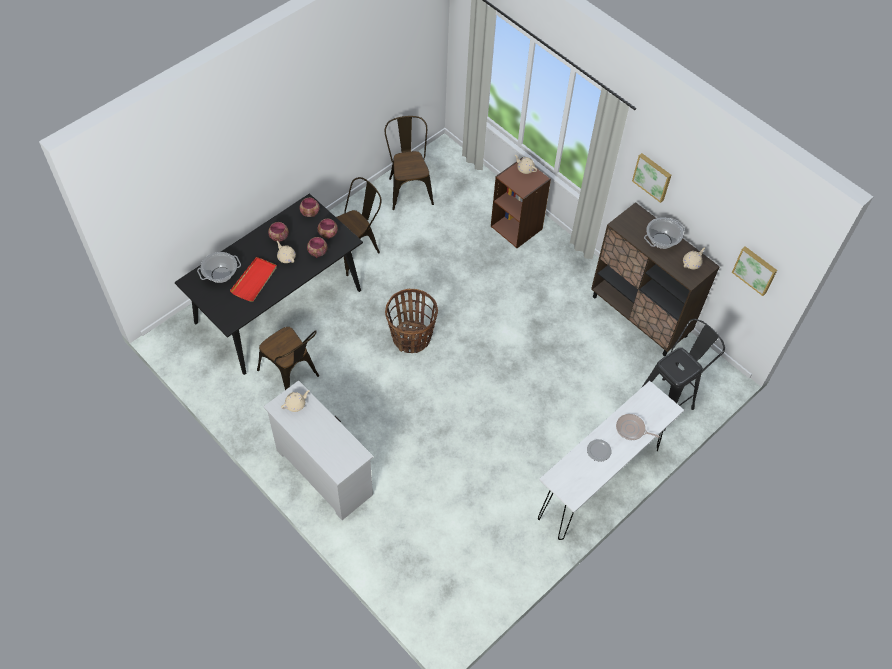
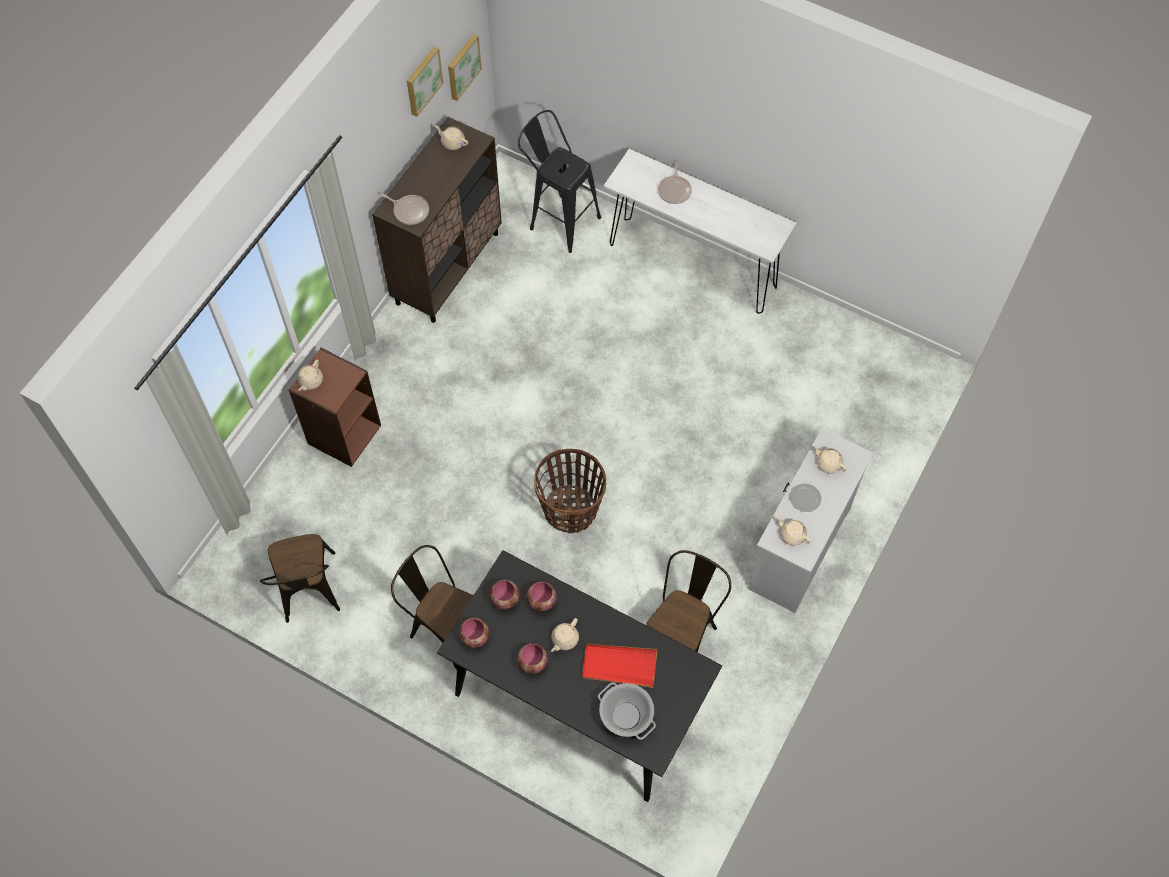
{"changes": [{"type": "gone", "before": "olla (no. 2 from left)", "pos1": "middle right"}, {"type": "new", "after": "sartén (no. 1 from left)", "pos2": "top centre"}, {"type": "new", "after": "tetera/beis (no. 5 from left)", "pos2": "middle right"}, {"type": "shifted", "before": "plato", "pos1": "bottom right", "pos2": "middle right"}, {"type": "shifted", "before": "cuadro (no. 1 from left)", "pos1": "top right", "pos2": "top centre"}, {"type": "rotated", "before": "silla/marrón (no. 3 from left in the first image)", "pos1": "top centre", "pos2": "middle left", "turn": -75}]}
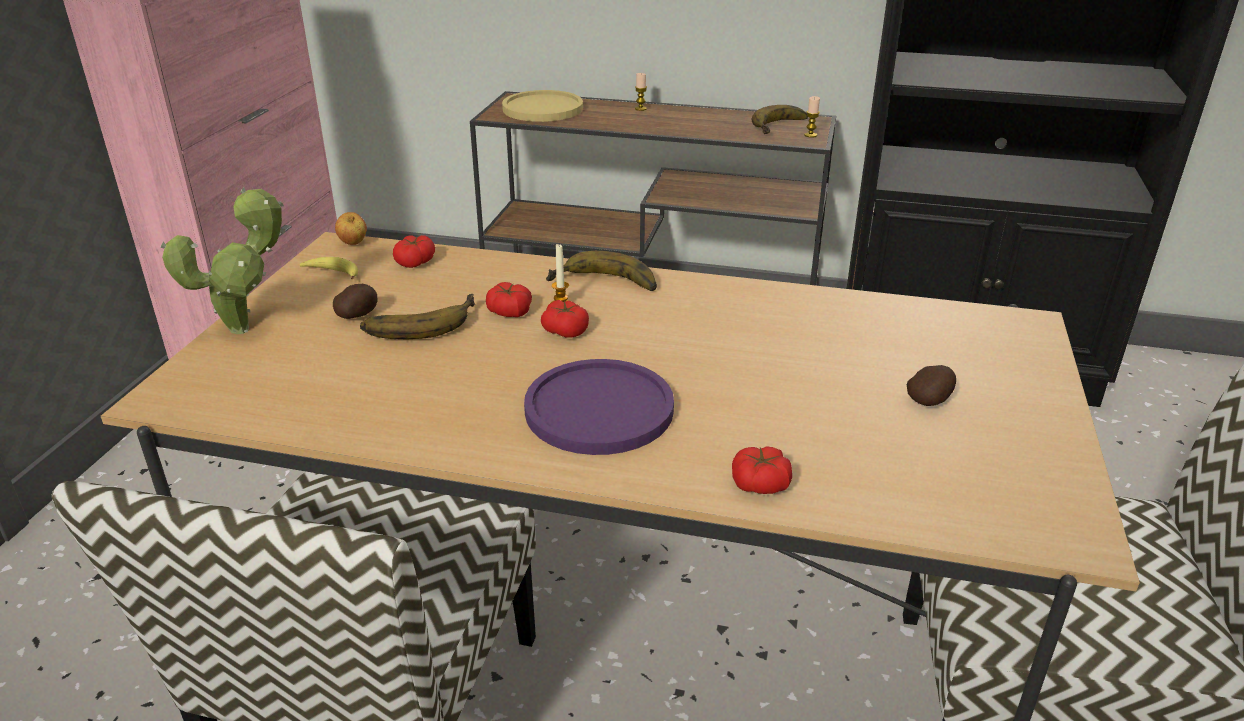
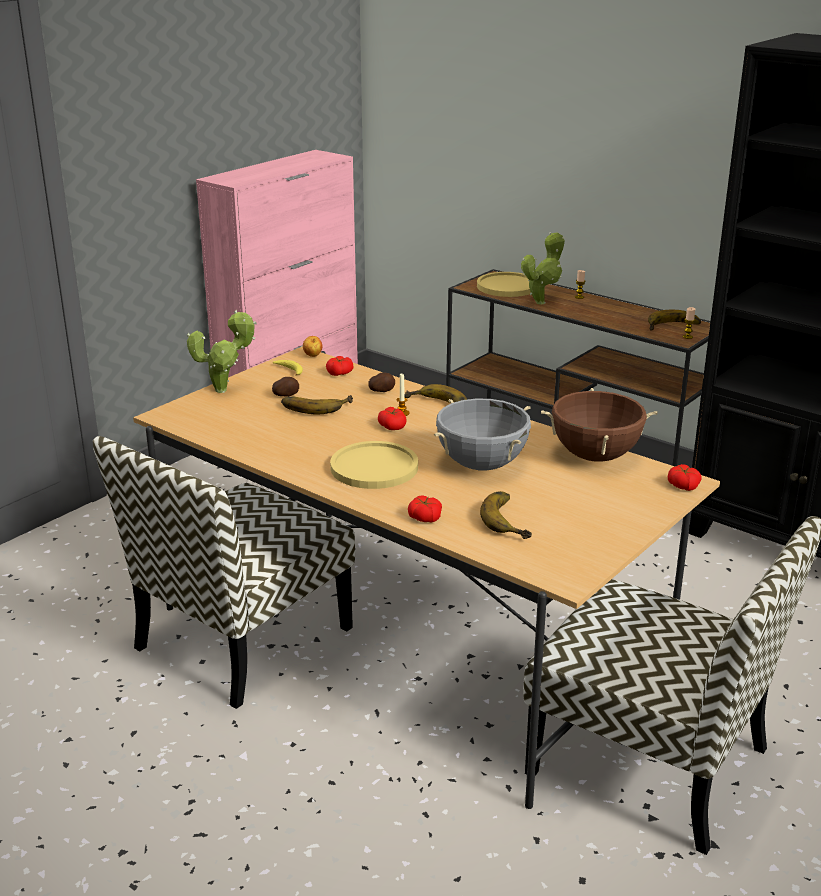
{"changes": [{"type": "new", "after": "olla/gris", "pos2": "centre"}, {"type": "new", "after": "plátano (no. 4 from left)", "pos2": "centre"}, {"type": "new", "after": "planta en maceta (no. 2 from left)", "pos2": "top centre"}, {"type": "new", "after": "olla/marrón", "pos2": "middle right"}, {"type": "shifted", "before": "tomate (no. 2 from left in the first image)", "after": "tomate (no. 4 from left)", "pos1": "centre", "pos2": "middle right"}, {"type": "shifted", "before": "patata (no. 2 from left)", "pos1": "middle right", "pos2": "centre"}, {"type": "repainted", "before": "plato/morado", "after": "plato/amarillo (no. 1 from left)", "pos1": "centre", "pos2": "centre"}]}
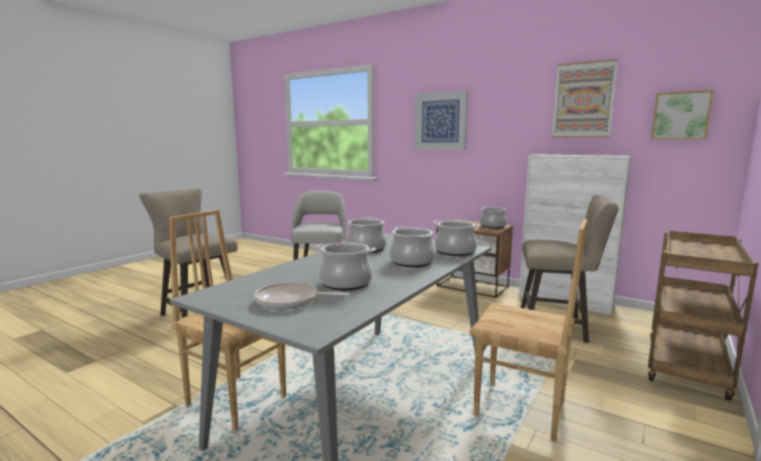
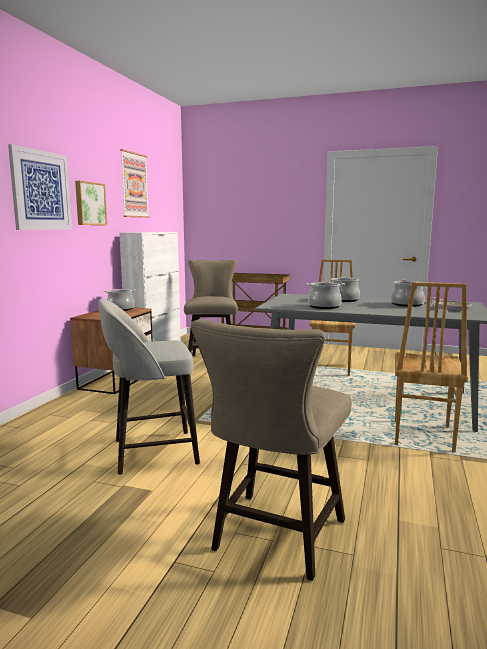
{"changes": [{"type": "gone", "before": "olla (no. 4 from left)", "pos1": "centre"}, {"type": "shifted", "before": "cuadro (no. 3 from left in the first image)", "after": "cuadro (no. 2 from left)", "pos1": "top right", "pos2": "top left"}]}
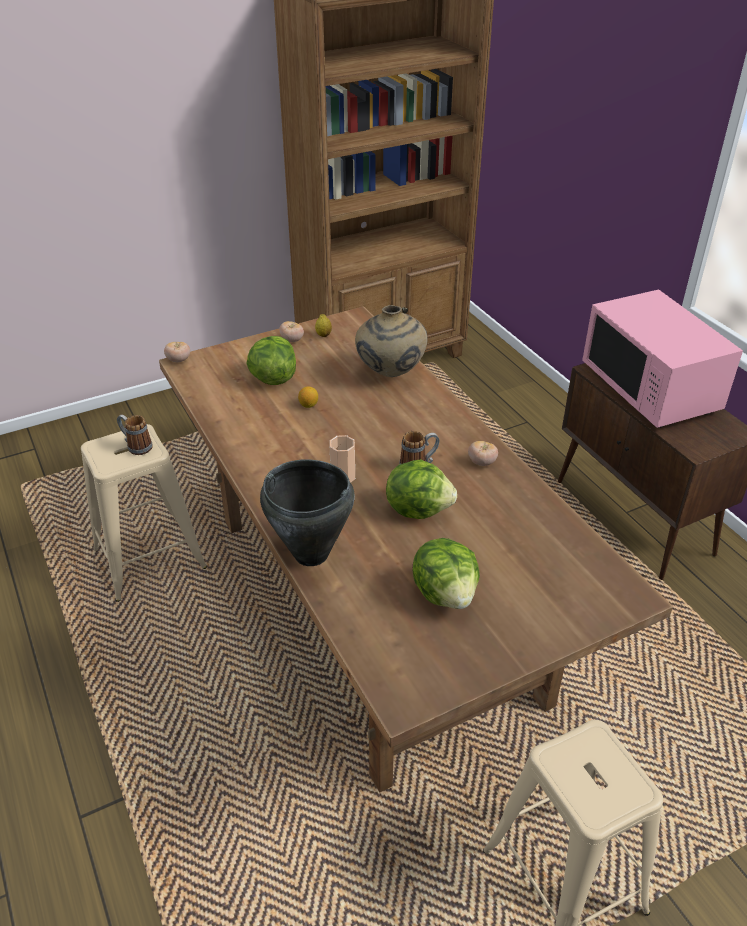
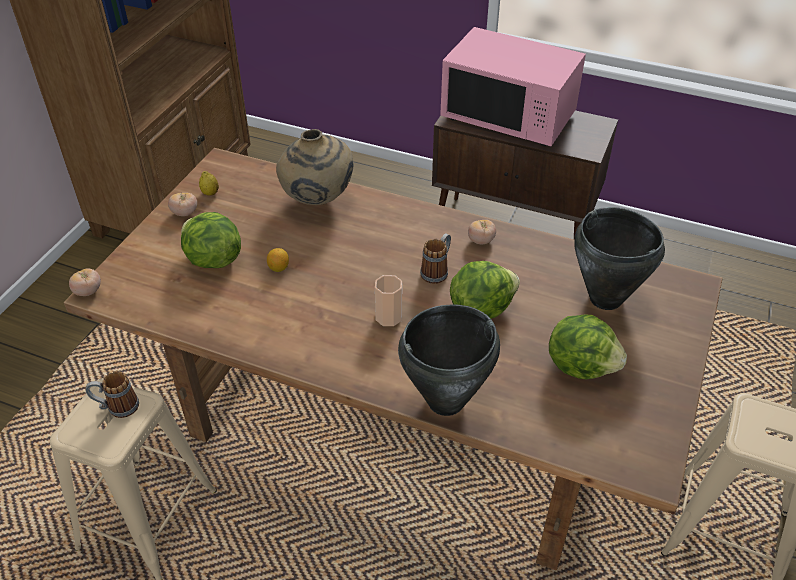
{"changes": [{"type": "new", "after": "olla/negro (no. 2 from left)", "pos2": "middle right"}]}
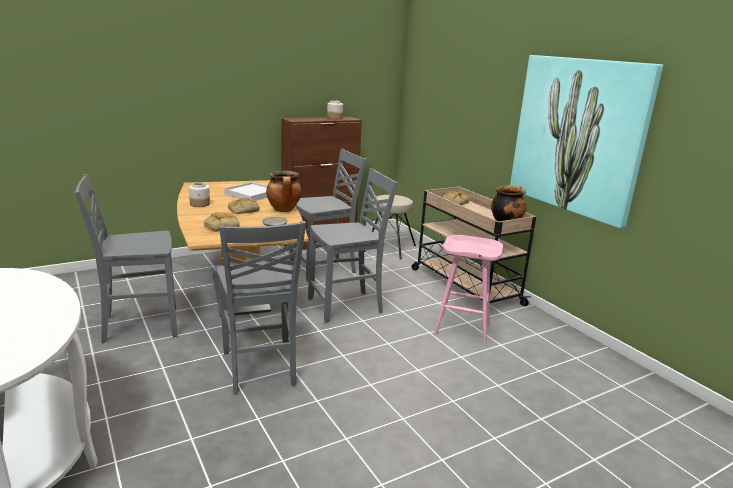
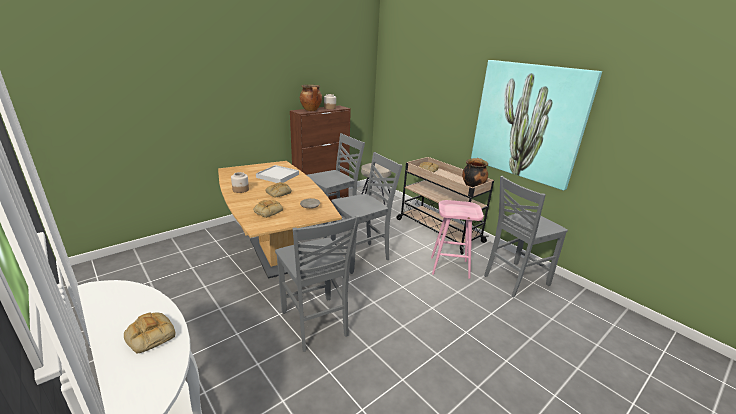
{"changes": [{"type": "new", "after": "pan (no. 1 from left)", "pos2": "bottom left"}, {"type": "shifted", "before": "silla/gris (no. 1 from left in the first image)", "after": "silla/gris (no. 4 from left)", "pos1": "middle left", "pos2": "middle right"}, {"type": "shifted", "before": "olla (no. 1 from left)", "pos1": "centre", "pos2": "top centre"}]}
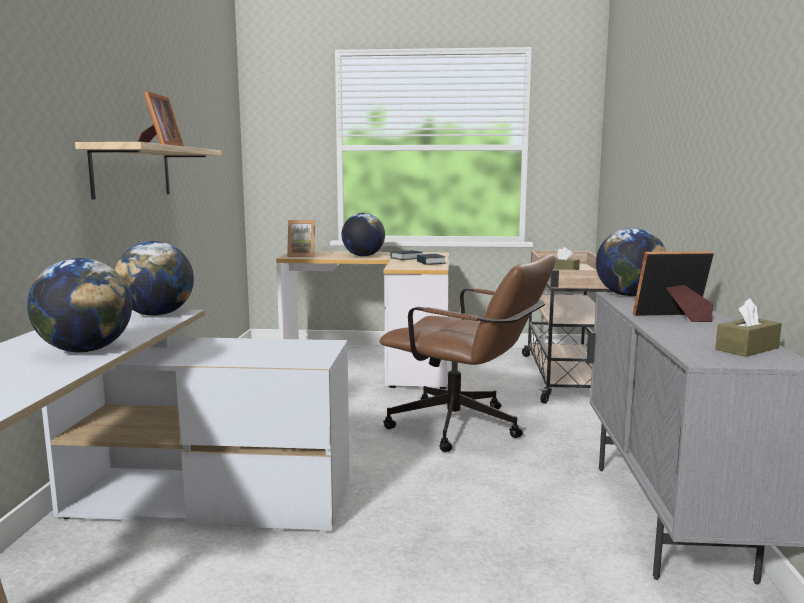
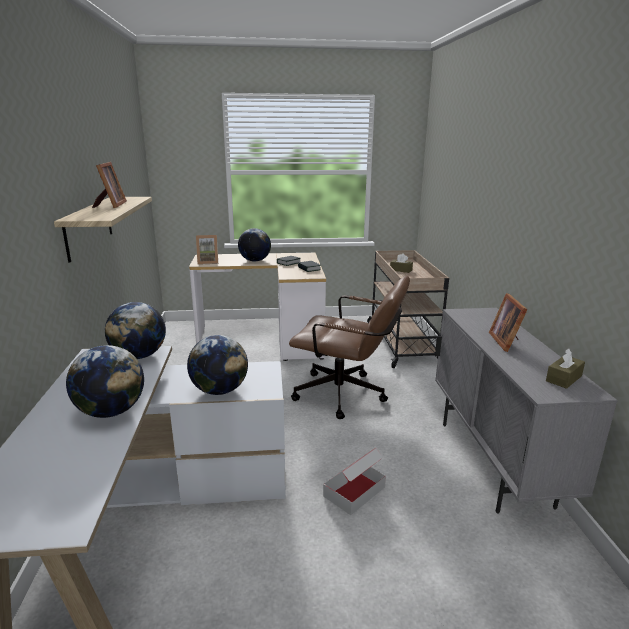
{"changes": [{"type": "new", "after": "caja de cartón", "pos2": "bottom centre"}, {"type": "shifted", "before": "globo terráqueo (no. 4 from left in the first image)", "after": "globo terráqueo (no. 3 from left)", "pos1": "middle right", "pos2": "centre"}, {"type": "rotated", "before": "portarretratos (no. 3 from left)", "pos1": "middle right", "pos2": "middle right", "turn": -75}]}
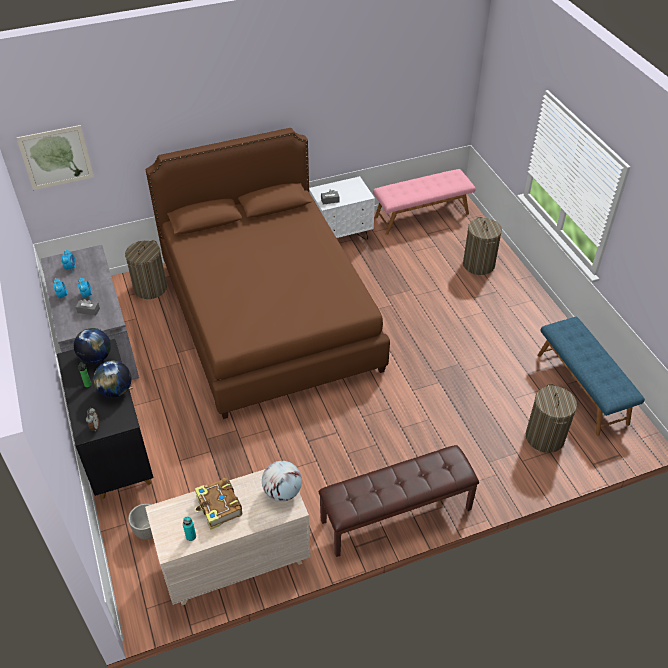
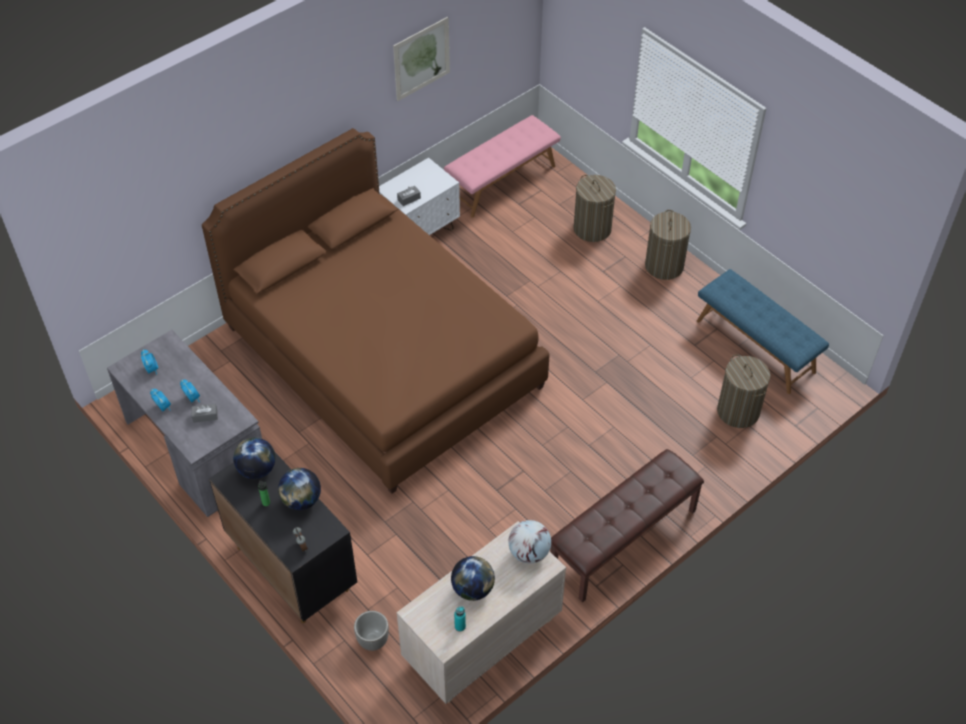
{"changes": [{"type": "shifted", "before": "cuadro", "pos1": "top left", "pos2": "top centre"}, {"type": "shifted", "before": "cesto de la ropa (no. 1 from left in the first image)", "after": "cesto de la ropa (no. 2 from left)", "pos1": "middle left", "pos2": "middle right"}, {"type": "swapped", "before": "libro", "after": "globo terráqueo (no. 3 from left)", "pos1": "bottom left", "pos2": "bottom centre"}]}
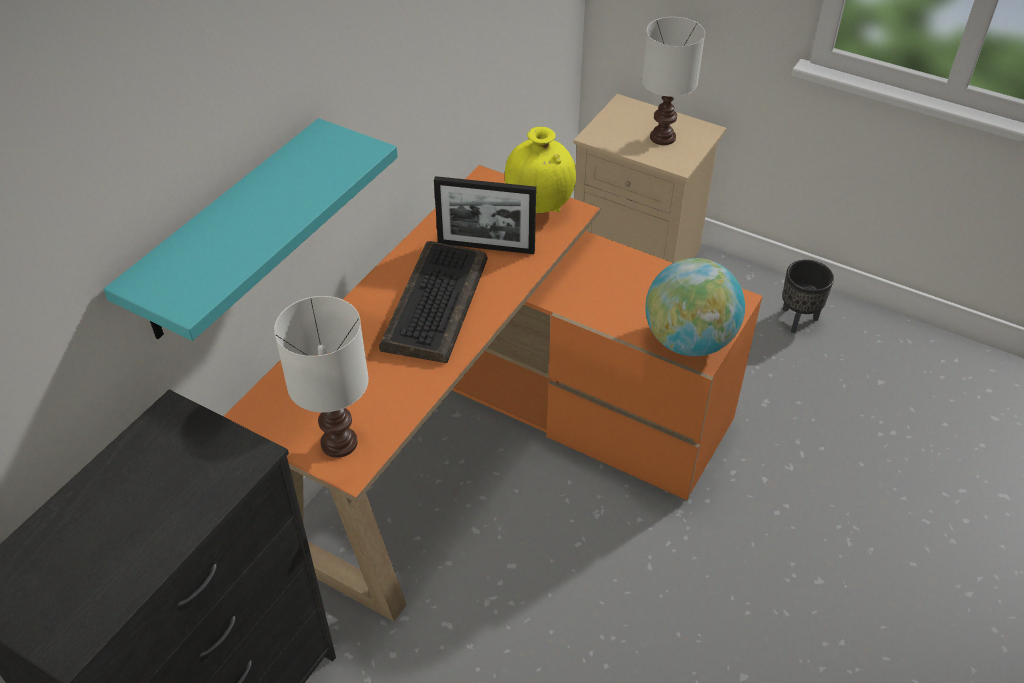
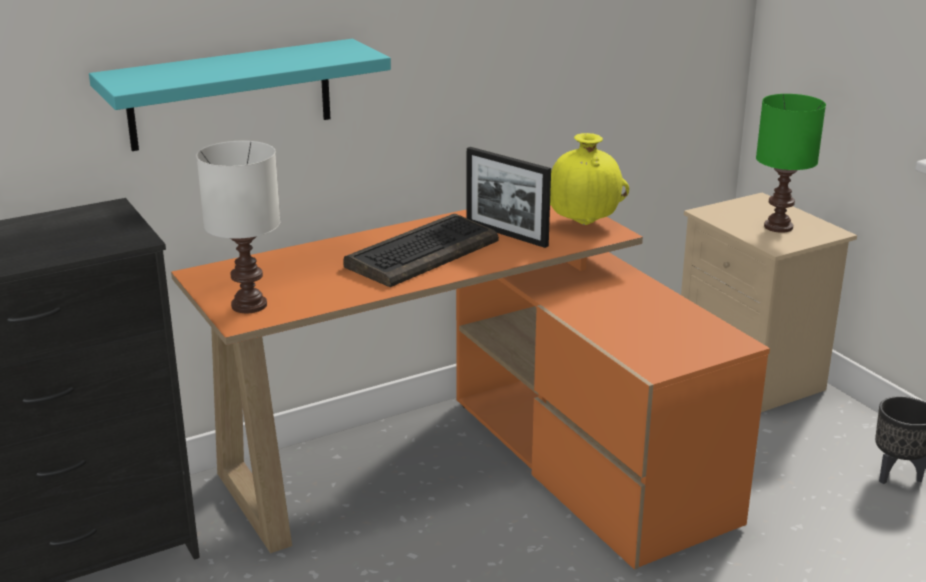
{"changes": [{"type": "gone", "before": "globo terráqueo", "pos1": "middle right"}, {"type": "repainted", "before": "lámpara de mesa/blanco (no. 2 from left)", "after": "lámpara de mesa/verde", "pos1": "top centre", "pos2": "top right"}]}
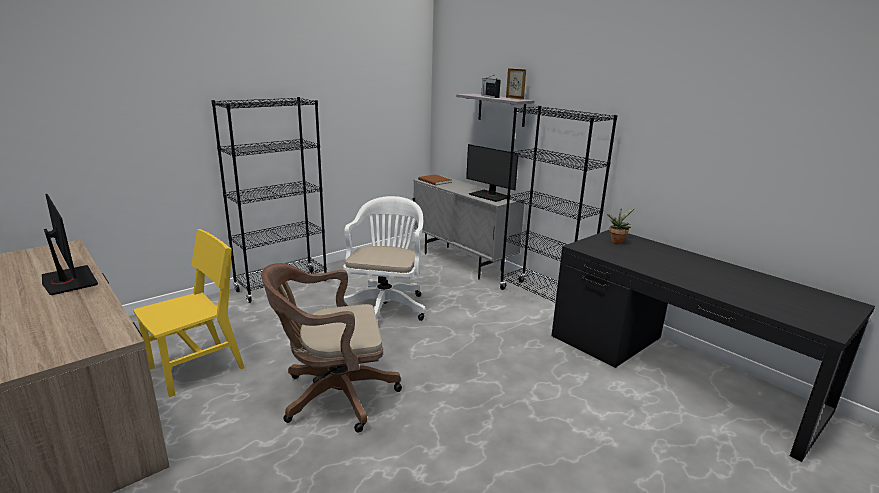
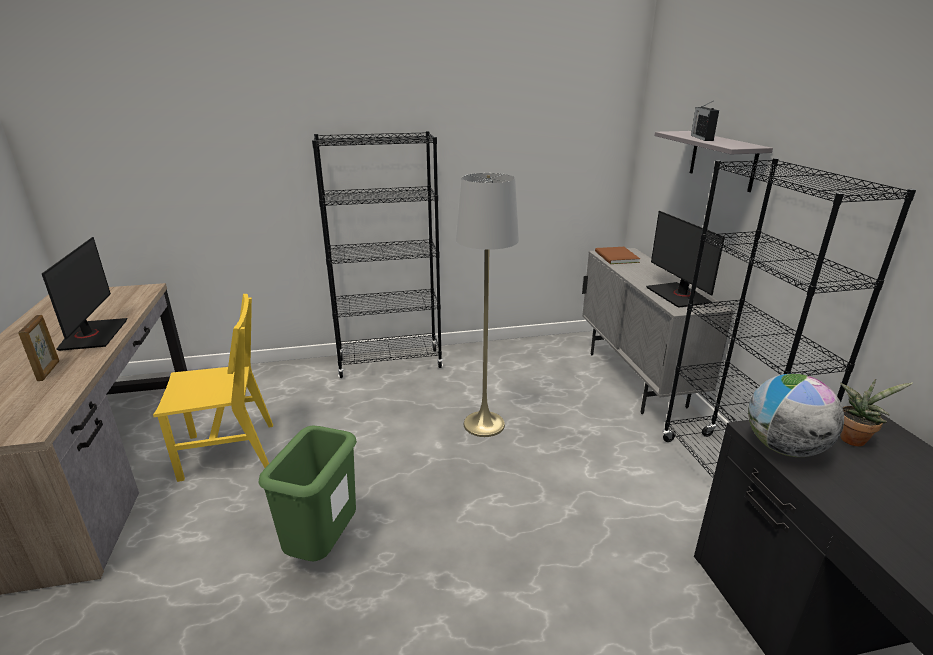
{"changes": [{"type": "new", "after": "globo terráqueo", "pos2": "middle right"}, {"type": "shifted", "before": "portarretratos", "pos1": "top centre", "pos2": "middle left"}, {"type": "swapped", "before": "silla de oficina/marrón", "after": "papelera/verde", "pos1": "bottom centre", "pos2": "bottom left"}, {"type": "swapped", "before": "silla de oficina/blanco", "after": "lámpara de pie/gris", "pos1": "centre", "pos2": "centre"}]}
